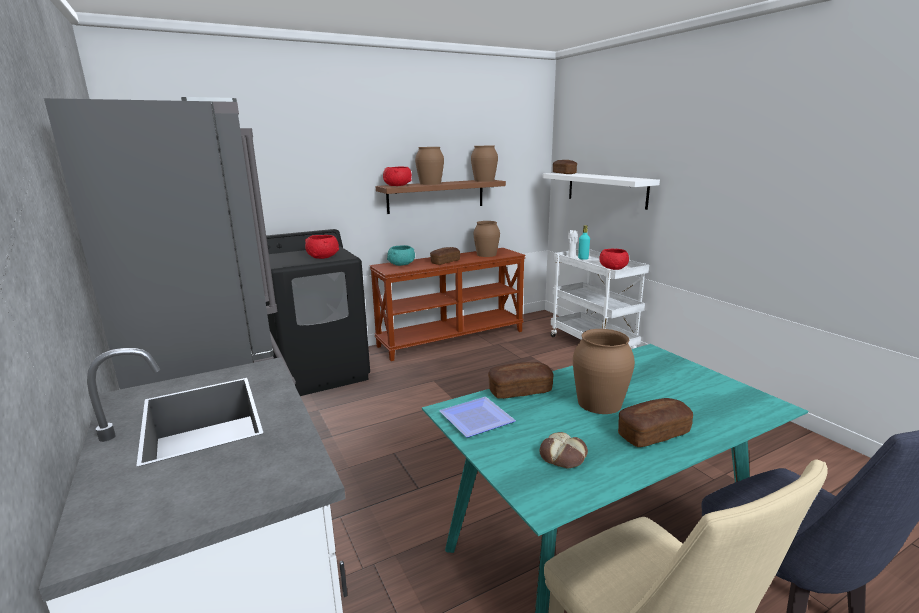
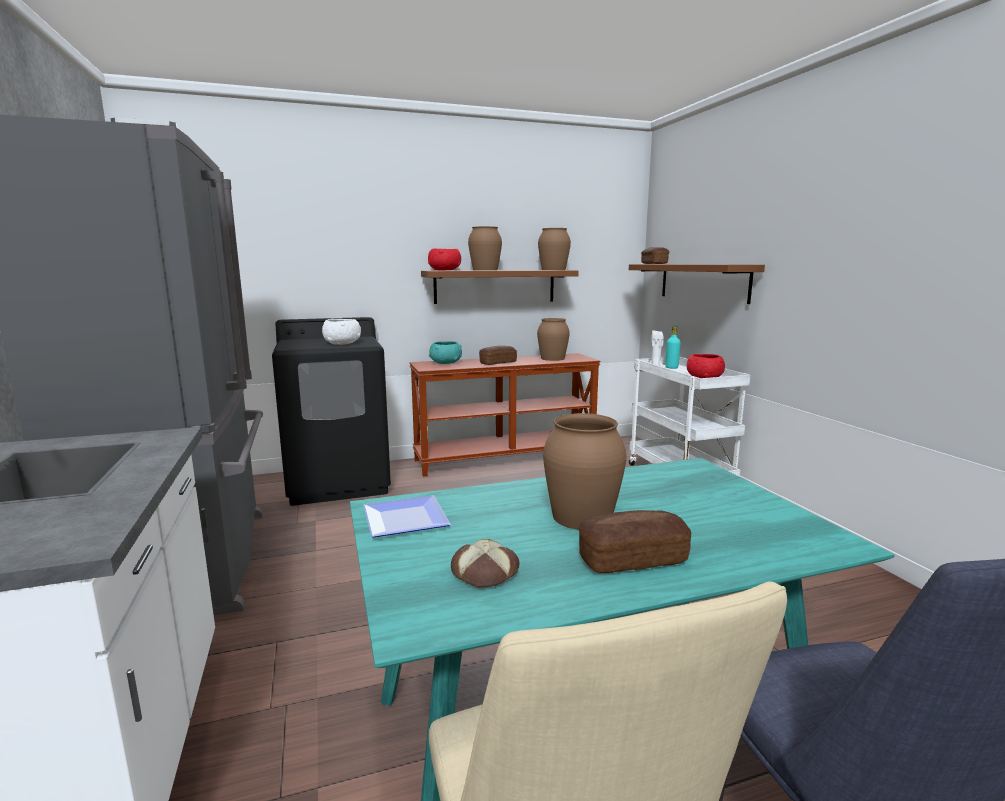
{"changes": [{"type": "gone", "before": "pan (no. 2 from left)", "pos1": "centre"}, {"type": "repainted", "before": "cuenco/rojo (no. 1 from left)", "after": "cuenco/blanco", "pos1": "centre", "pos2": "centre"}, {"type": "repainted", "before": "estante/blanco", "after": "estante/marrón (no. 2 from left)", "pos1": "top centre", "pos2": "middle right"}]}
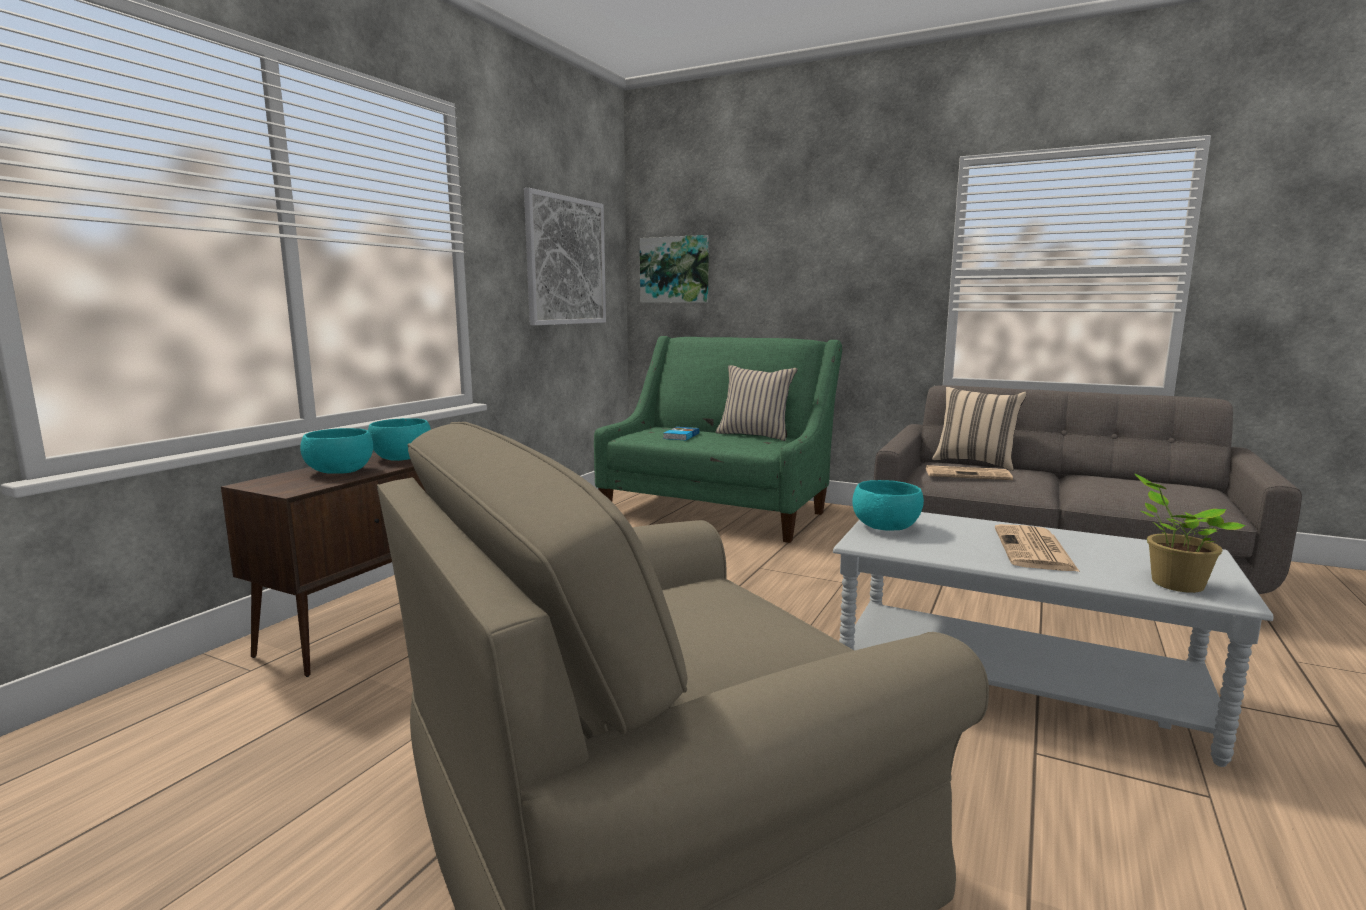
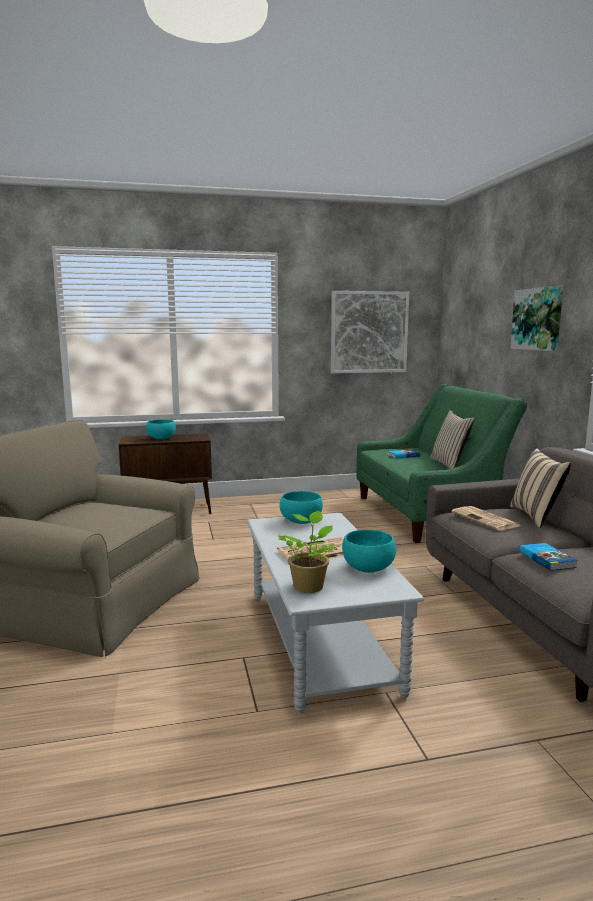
{"changes": [{"type": "new", "after": "libro (no. 2 from left)", "pos2": "middle right"}, {"type": "shifted", "before": "cuenco/turquesa (no. 2 from left in the first image)", "after": "cuenco/turquesa (no. 3 from left)", "pos1": "middle left", "pos2": "centre"}, {"type": "shifted", "before": "cuadro (no. 2 from left)", "pos1": "top centre", "pos2": "middle right"}]}
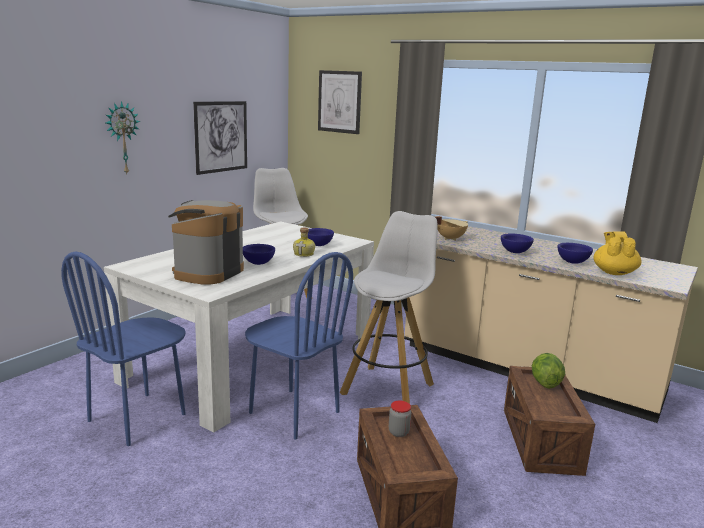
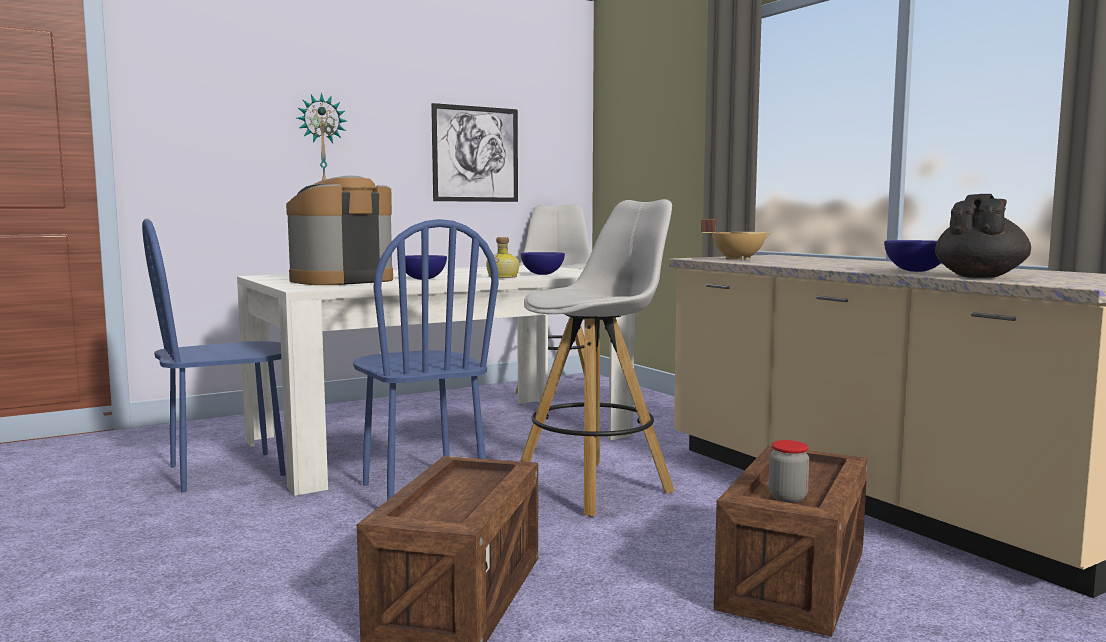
{"changes": [{"type": "gone", "before": "cuadro (no. 2 from left)", "pos1": "top centre"}, {"type": "gone", "before": "cuenco/azul (no. 3 from left)", "pos1": "middle right"}, {"type": "gone", "before": "lechuga", "pos1": "bottom right"}, {"type": "shifted", "before": "tarro", "pos1": "bottom centre", "pos2": "bottom right"}, {"type": "repainted", "before": "tetera/amarillo", "after": "tetera/negro", "pos1": "middle right", "pos2": "middle right"}]}
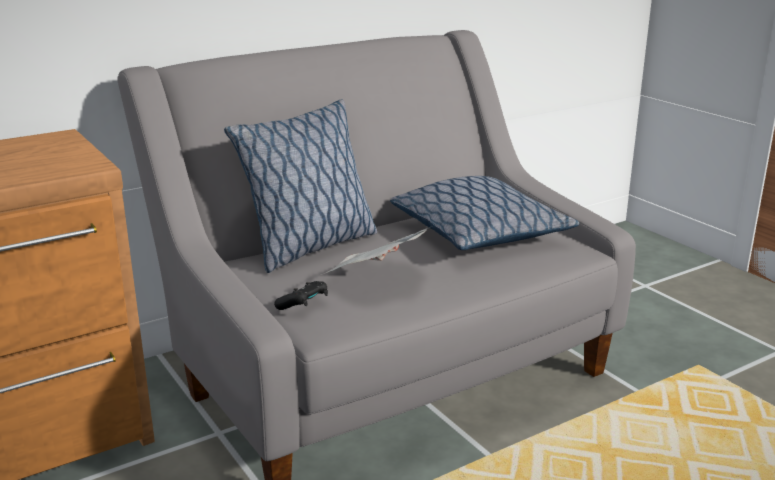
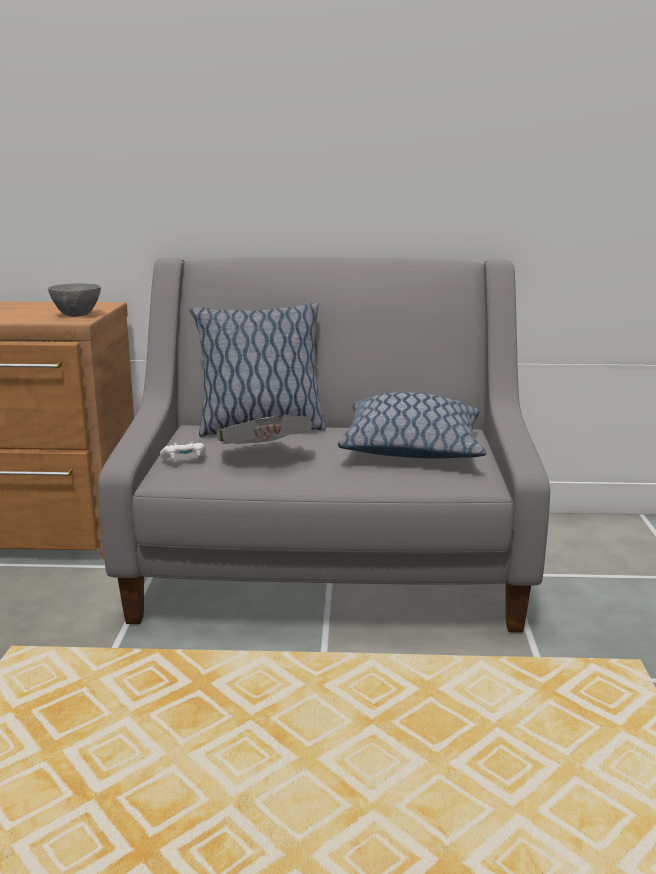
{"changes": [{"type": "new", "after": "cuenco/gris", "pos2": "middle left"}, {"type": "repainted", "before": "mando de consola/negro", "after": "mando de consola/blanco", "pos1": "centre", "pos2": "middle left"}]}
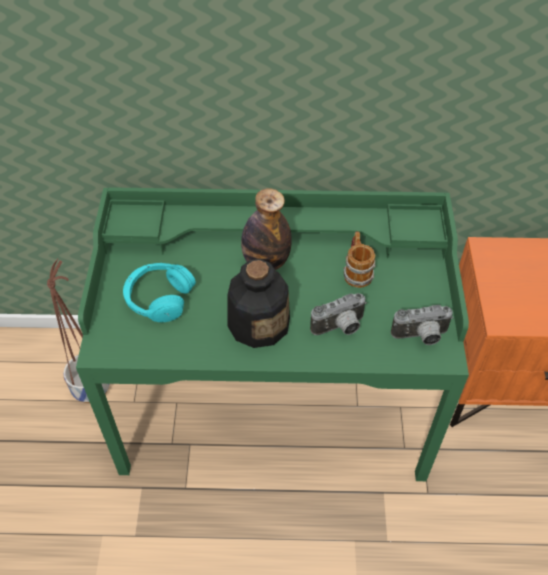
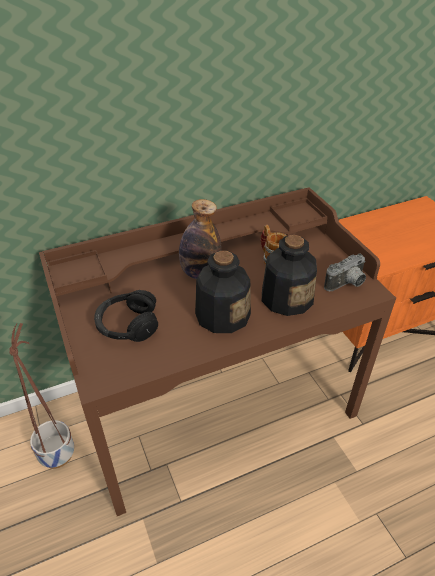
{"changes": [{"type": "swapped", "before": "cámara (no. 1 from left)", "after": "botella (no. 3 from left)", "pos1": "centre", "pos2": "centre"}, {"type": "repainted", "before": "escritorio/verde", "after": "escritorio/marrón", "pos1": "centre", "pos2": "centre"}, {"type": "repainted", "before": "auriculares/turquesa", "after": "auriculares/negro", "pos1": "middle left", "pos2": "middle left"}]}
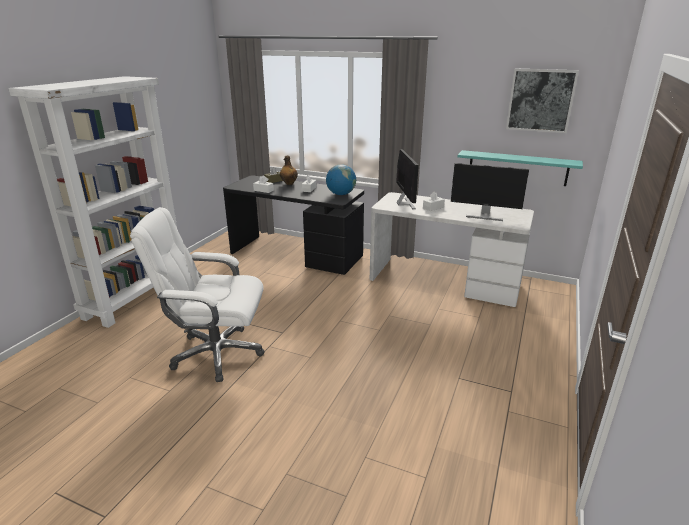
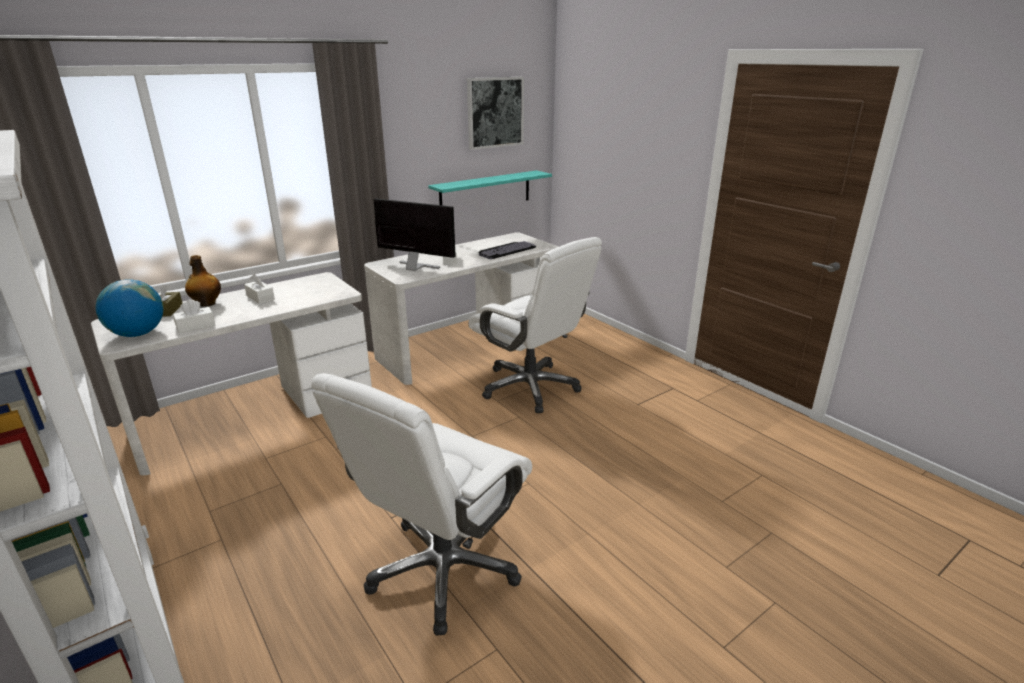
{"changes": [{"type": "new", "after": "silla de oficina/blanco (no. 2 from left)", "pos2": "centre"}, {"type": "shifted", "before": "globo terráqueo", "pos1": "centre", "pos2": "middle left"}, {"type": "swapped", "before": "monitor (no. 2 from left)", "after": "teclado", "pos1": "middle right", "pos2": "centre"}, {"type": "repainted", "before": "escritorio/negro", "after": "escritorio/blanco (no. 1 from left)", "pos1": "centre", "pos2": "middle left"}]}
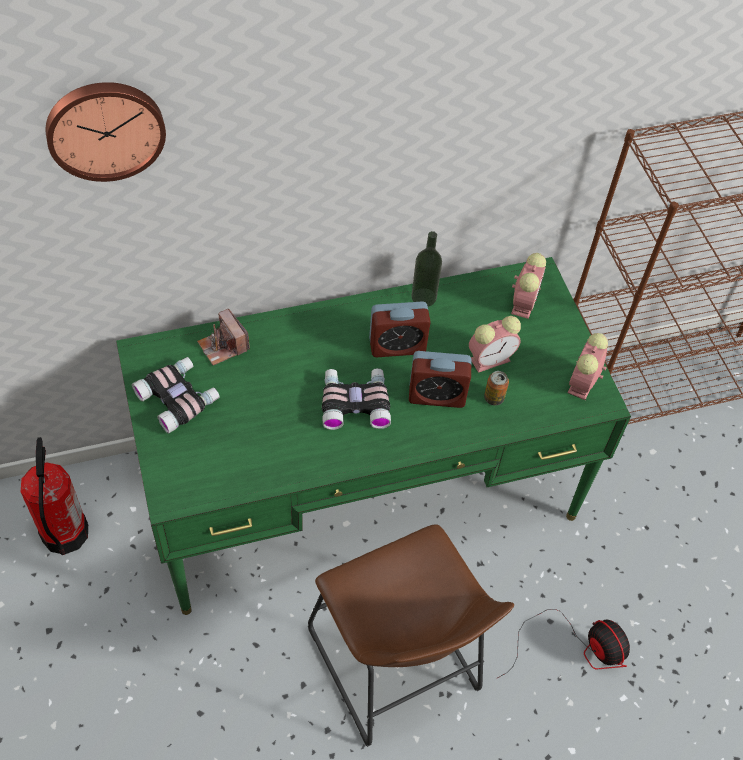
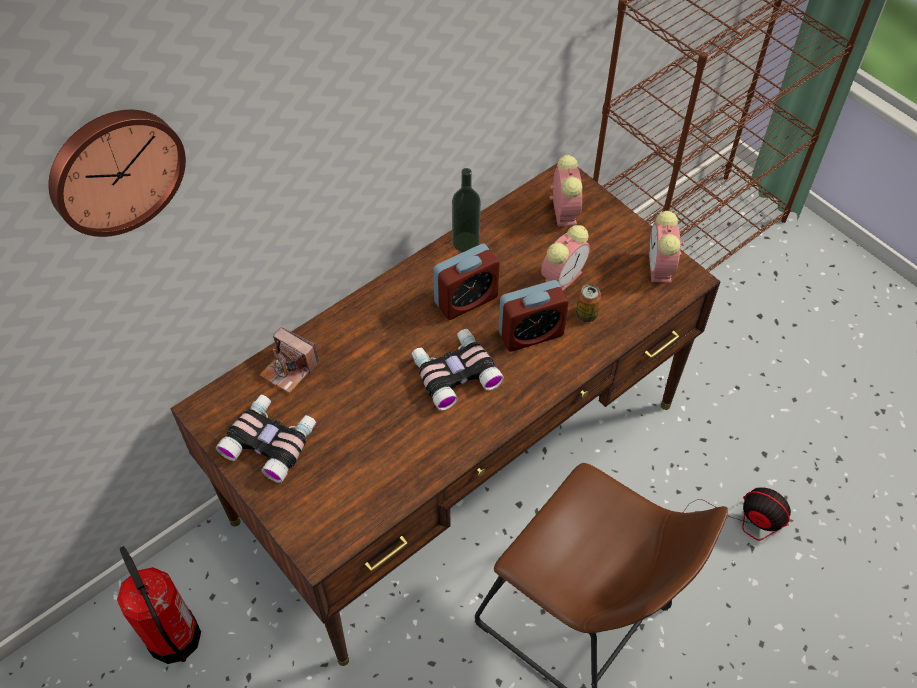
{"changes": [{"type": "repainted", "before": "escritorio/verde", "after": "escritorio/marrón", "pos1": "centre", "pos2": "centre"}]}
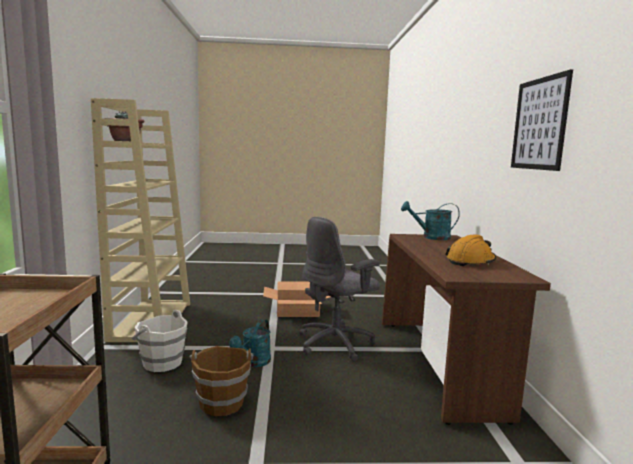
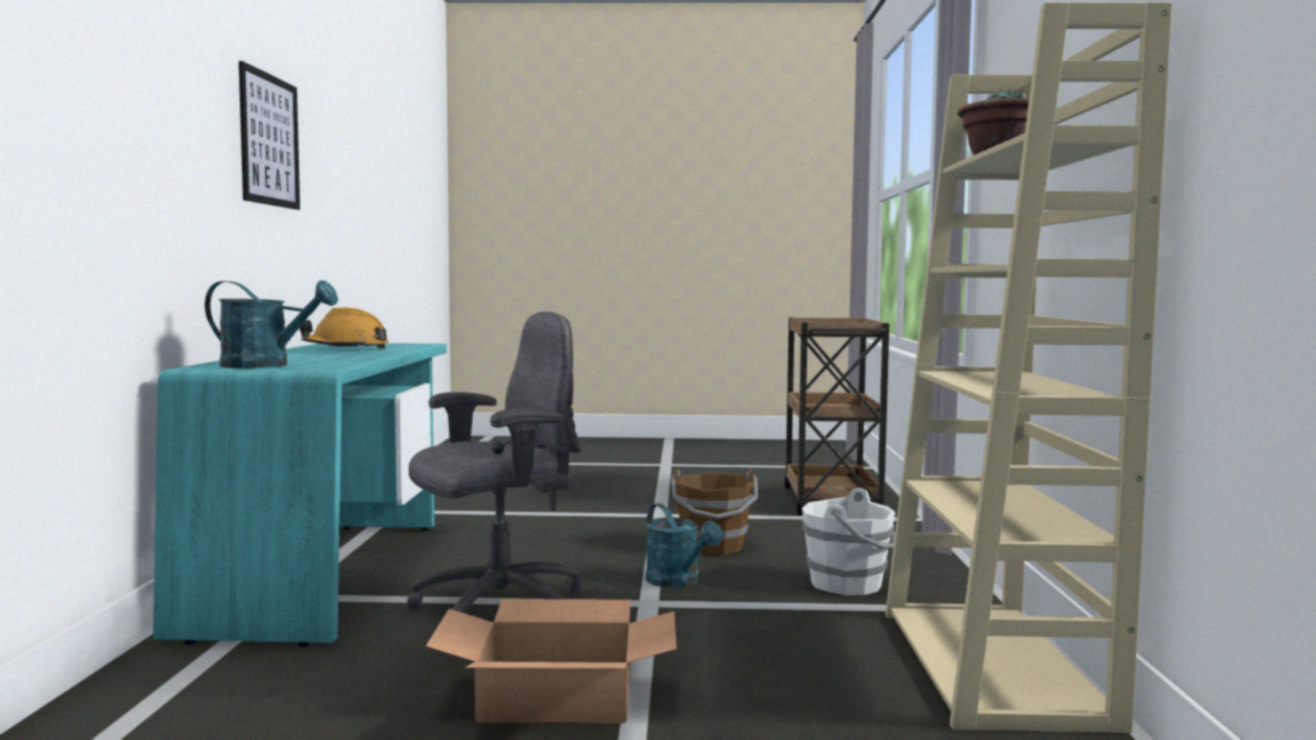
{"changes": [{"type": "repainted", "before": "escritorio/marrón", "after": "escritorio/turquesa", "pos1": "bottom right", "pos2": "bottom left"}, {"type": "rotated", "before": "regadera/turquesa (no. 1 from left in the first image)", "pos1": "bottom centre", "pos2": "bottom centre", "turn": 120}]}
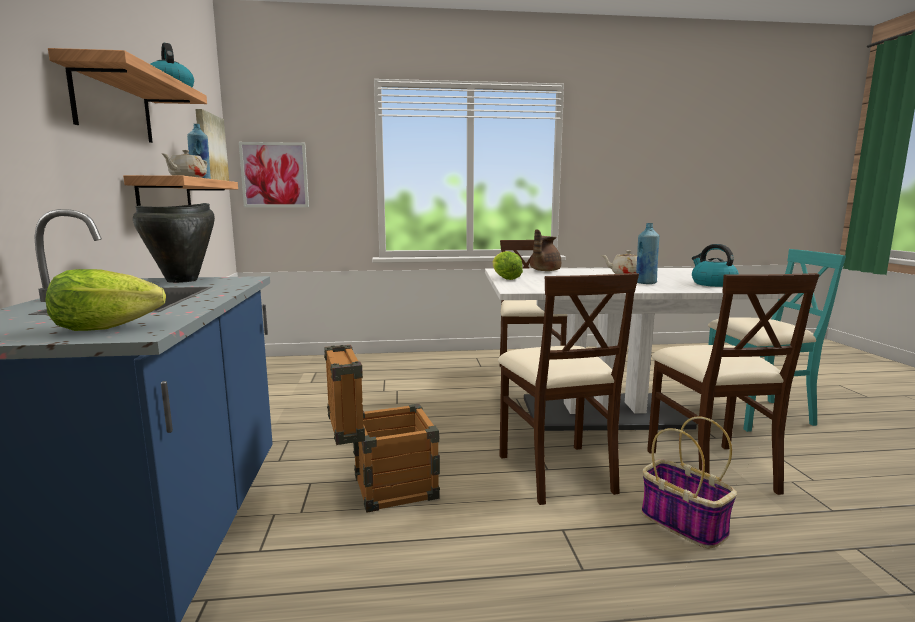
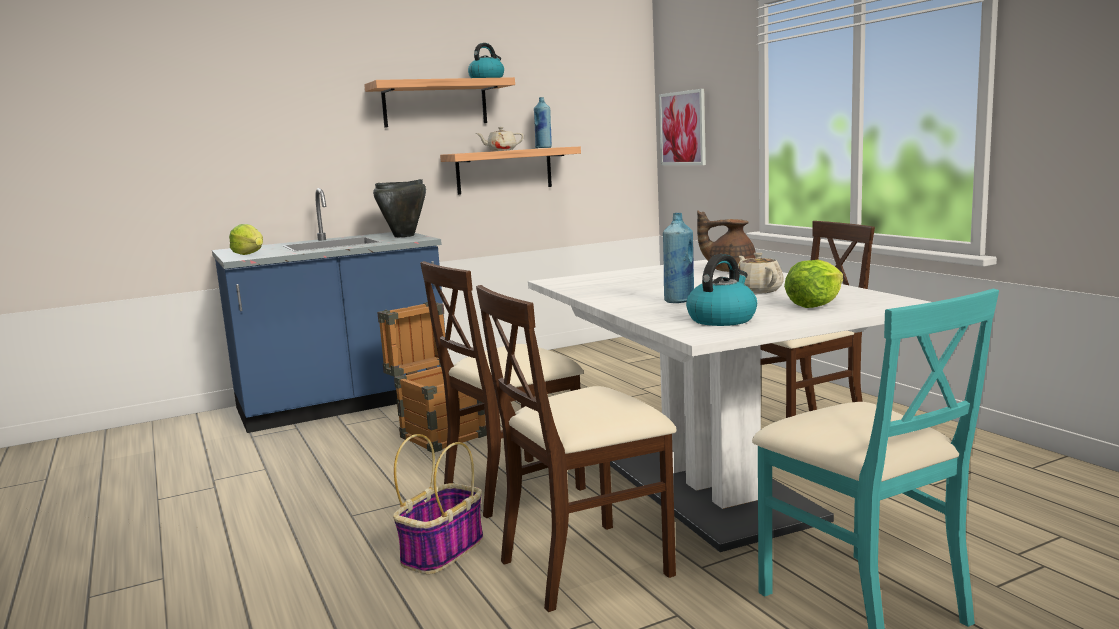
{"changes": [{"type": "gone", "before": "cuadro (no. 1 from left)", "pos1": "top left"}, {"type": "shifted", "before": "lechuga (no. 2 from left)", "pos1": "centre", "pos2": "middle right"}]}
